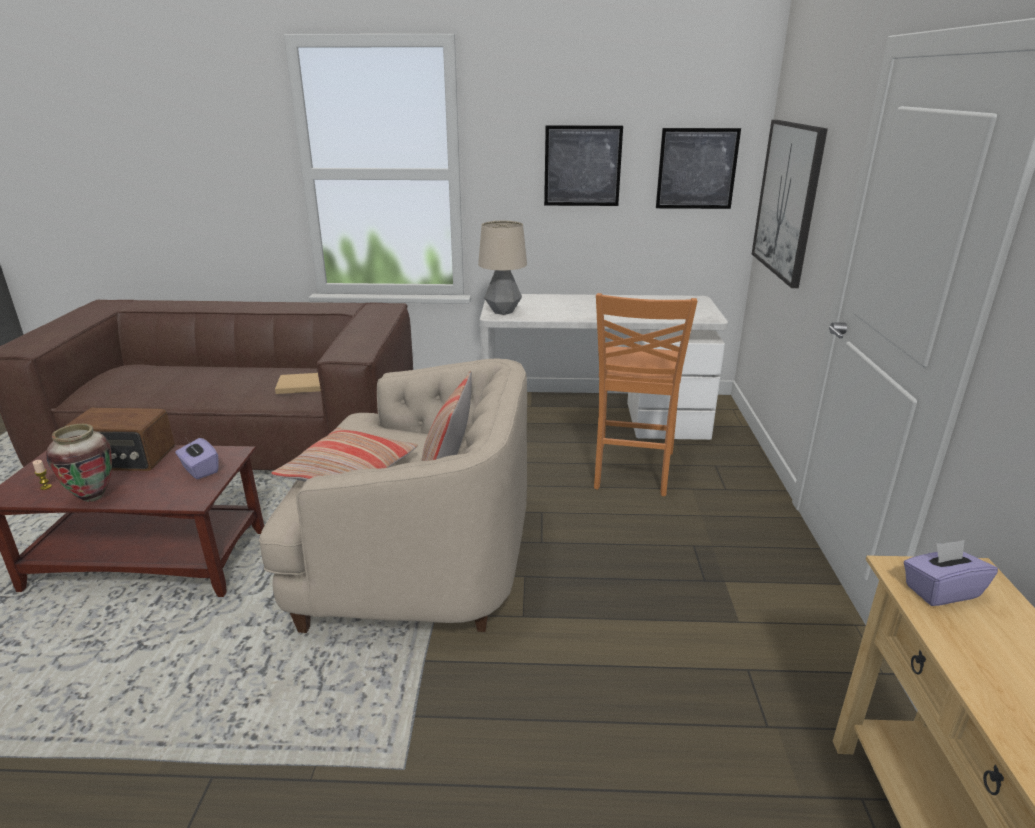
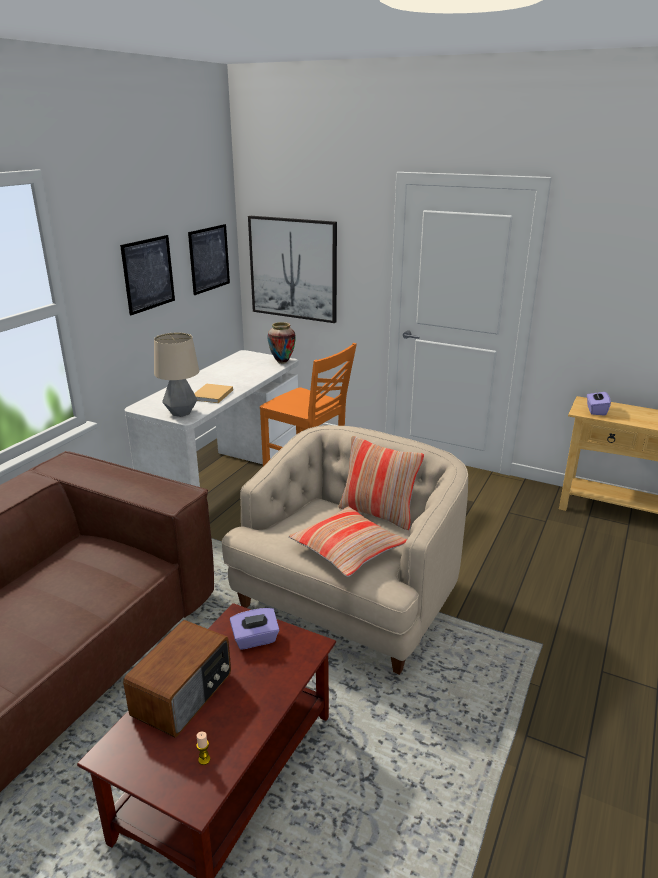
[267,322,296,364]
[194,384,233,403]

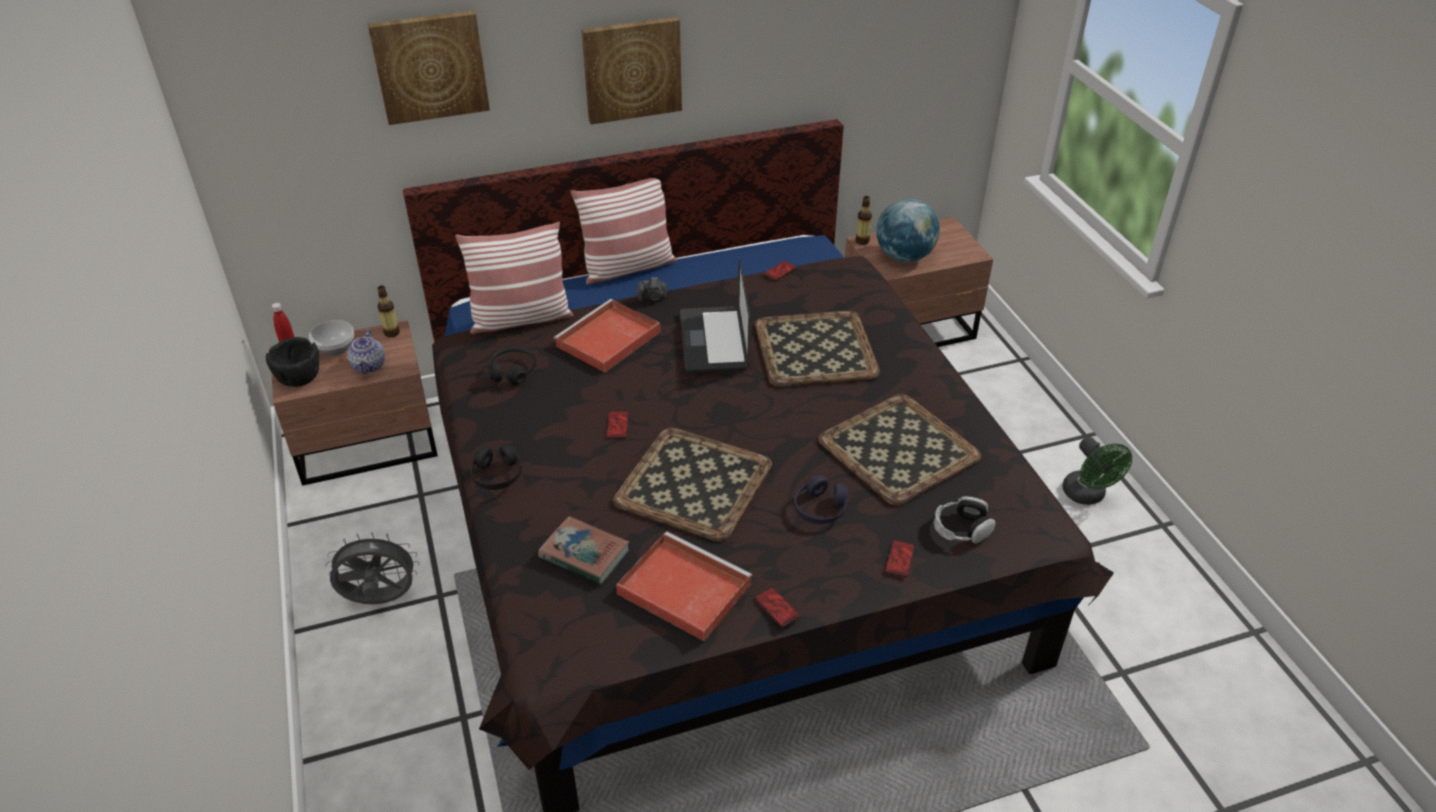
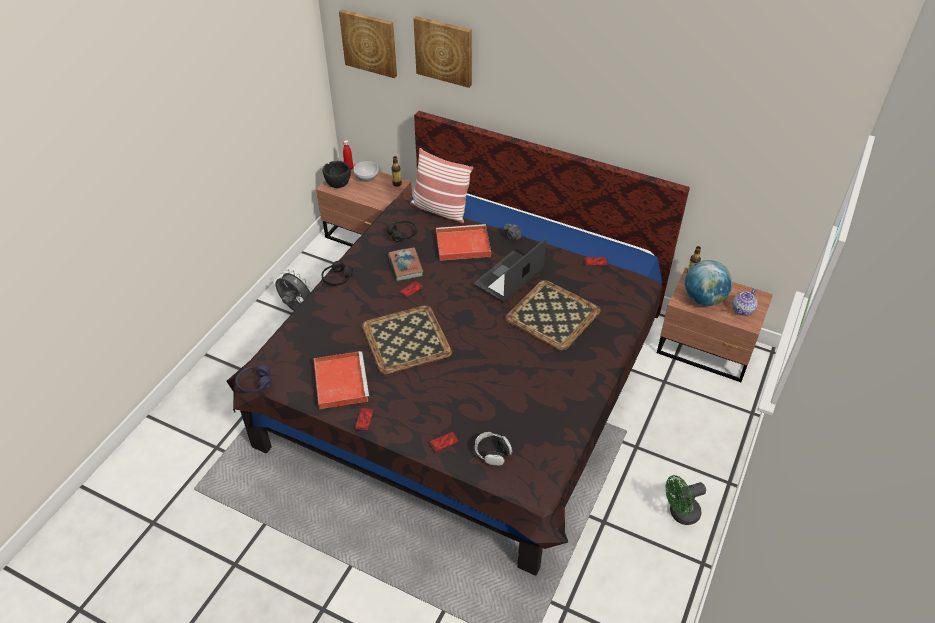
[571,178,677,285] (first image)
[818,394,981,506] (first image)
[732,289,758,316]
[388,247,423,281]
[339,9,397,78]
[235,365,272,393]
[666,475,706,525]

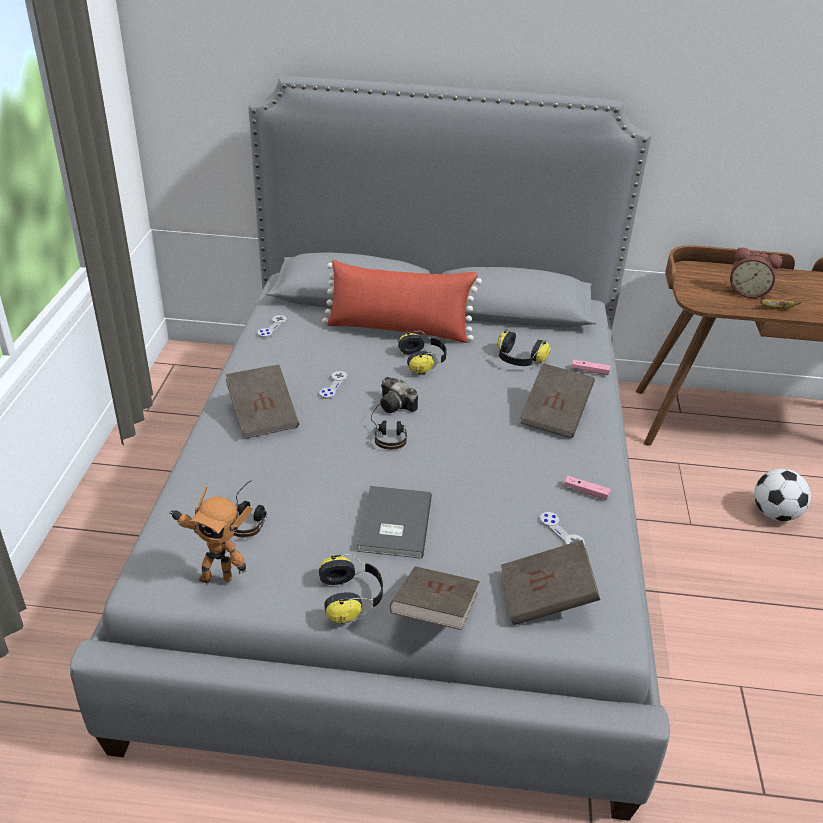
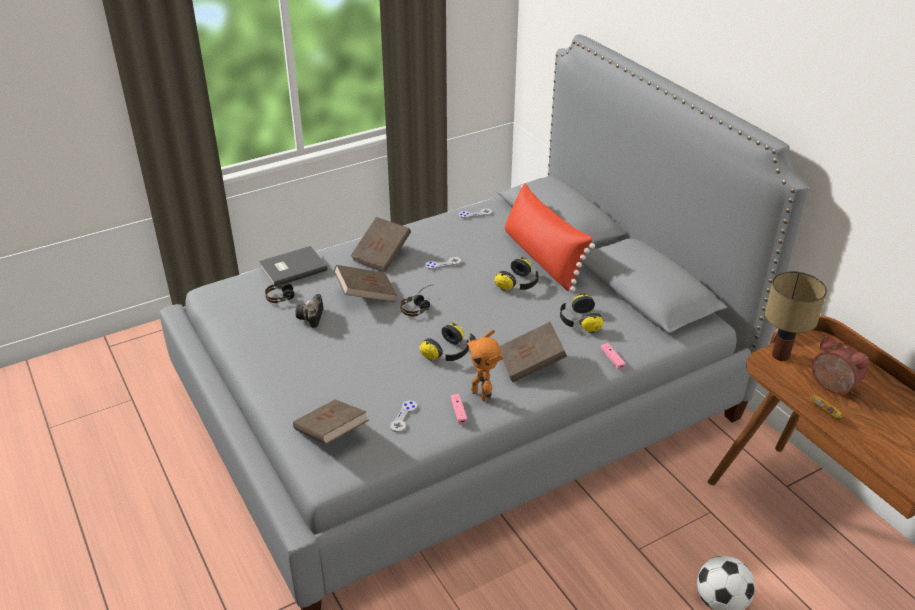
[765,271,827,361]
[467,330,503,401]
[420,323,469,363]
[259,246,328,287]
[295,294,323,328]
[334,265,397,302]
[812,336,869,394]

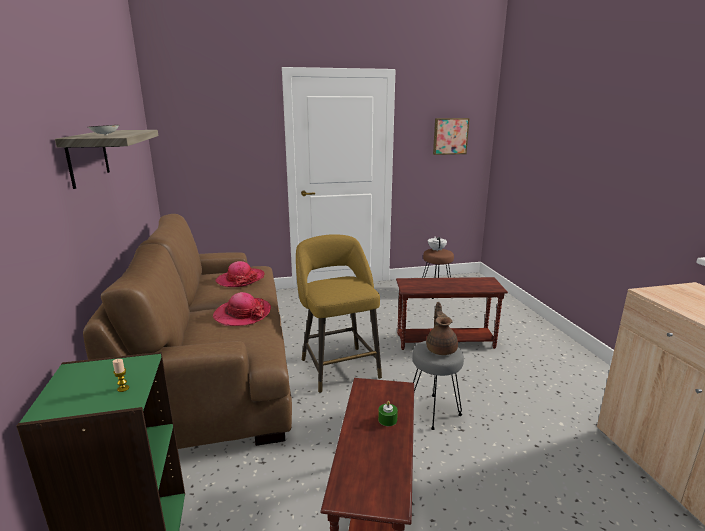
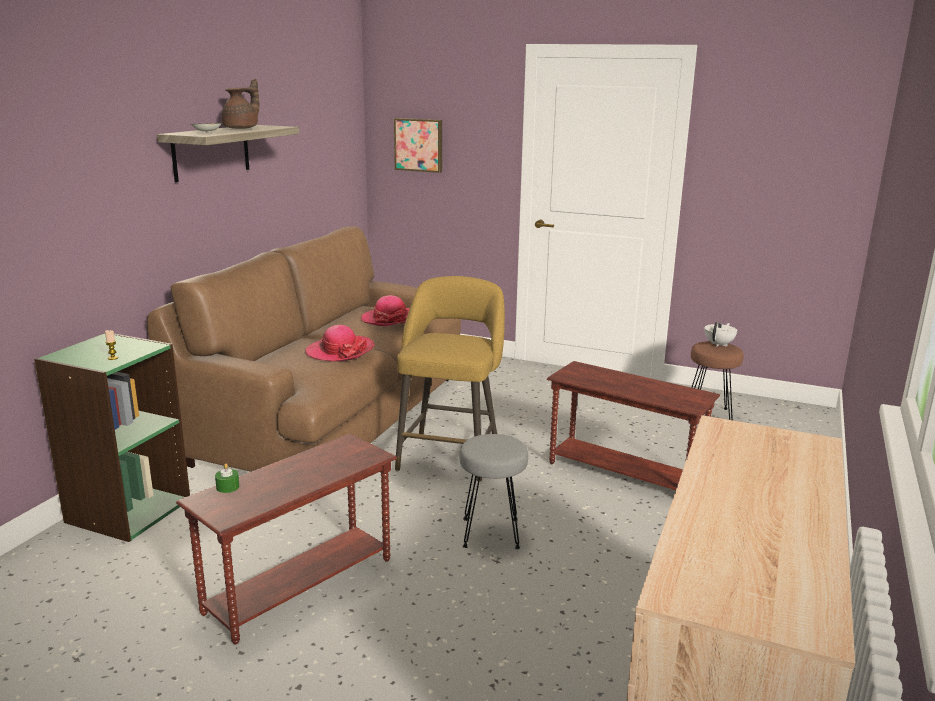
[215,463,239,493]
[222,79,259,129]
[394,118,442,173]

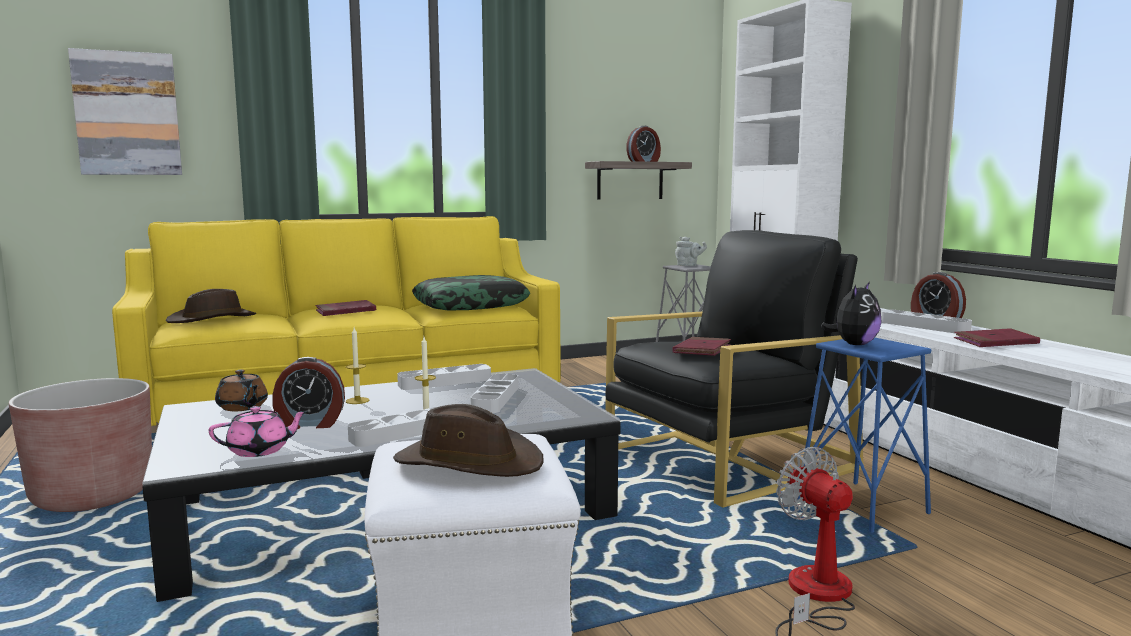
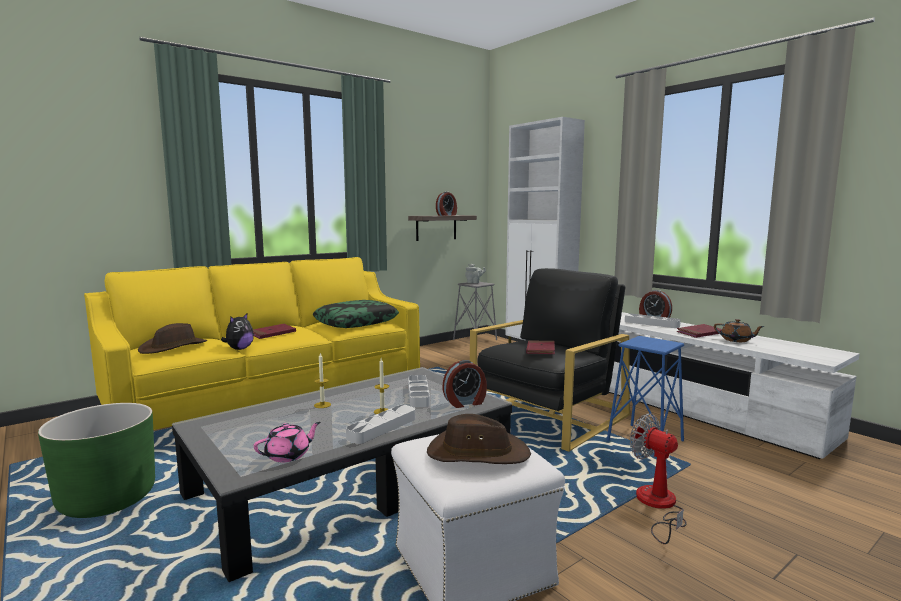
[68,48,182,175] (first image)
[397,364,491,390] (first image)
[714,319,765,342]
[443,360,487,408]
[221,312,254,350]
[38,403,155,518]

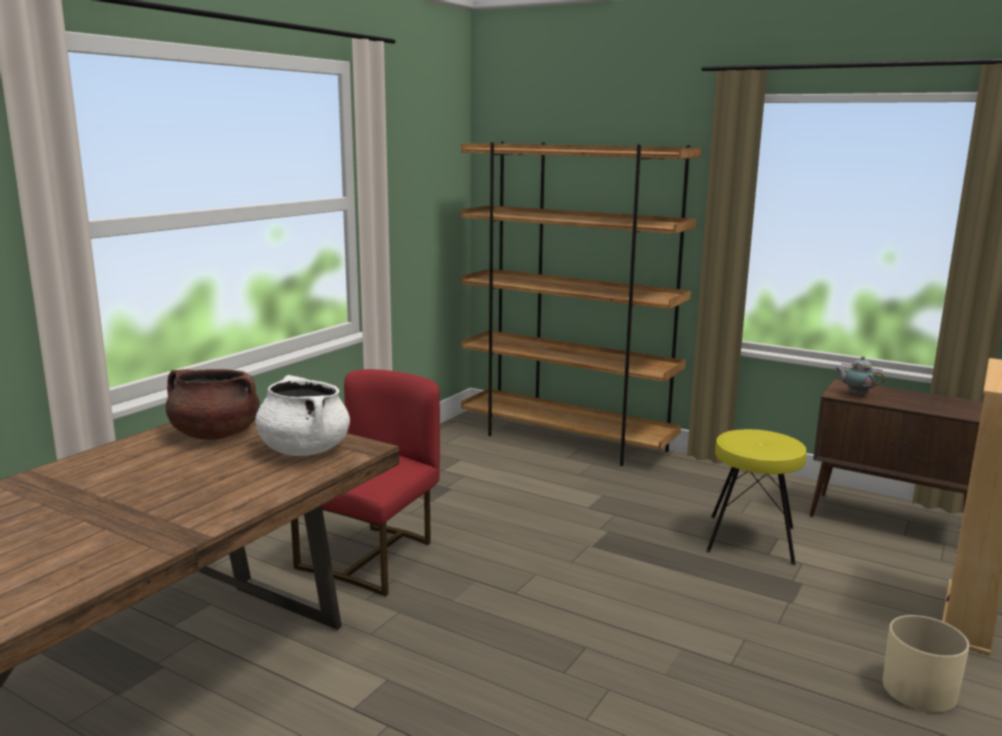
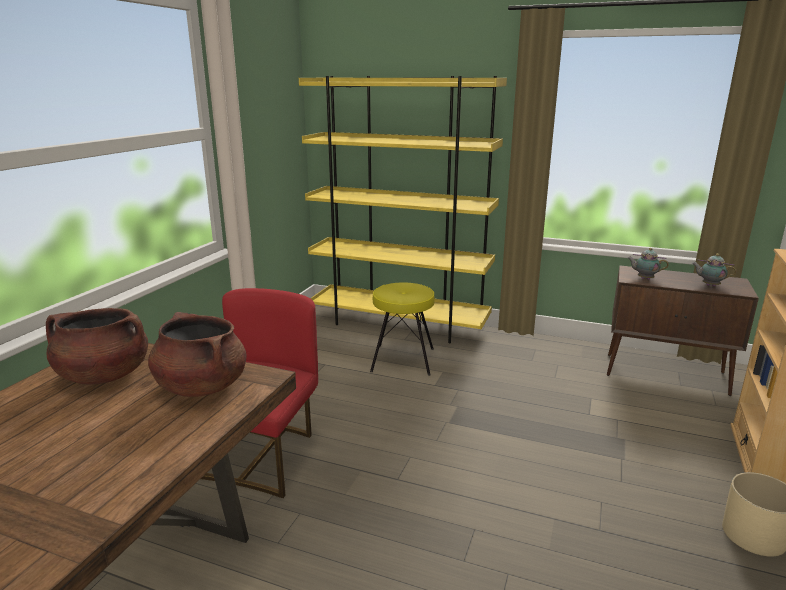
[692,254,736,286]
[370,282,435,376]
[148,312,247,397]
[299,76,507,343]

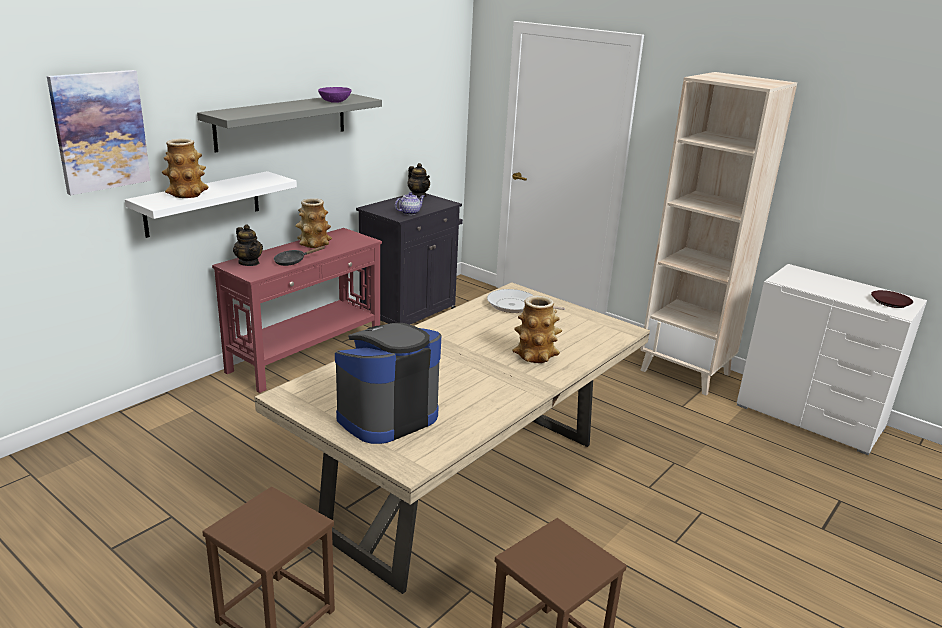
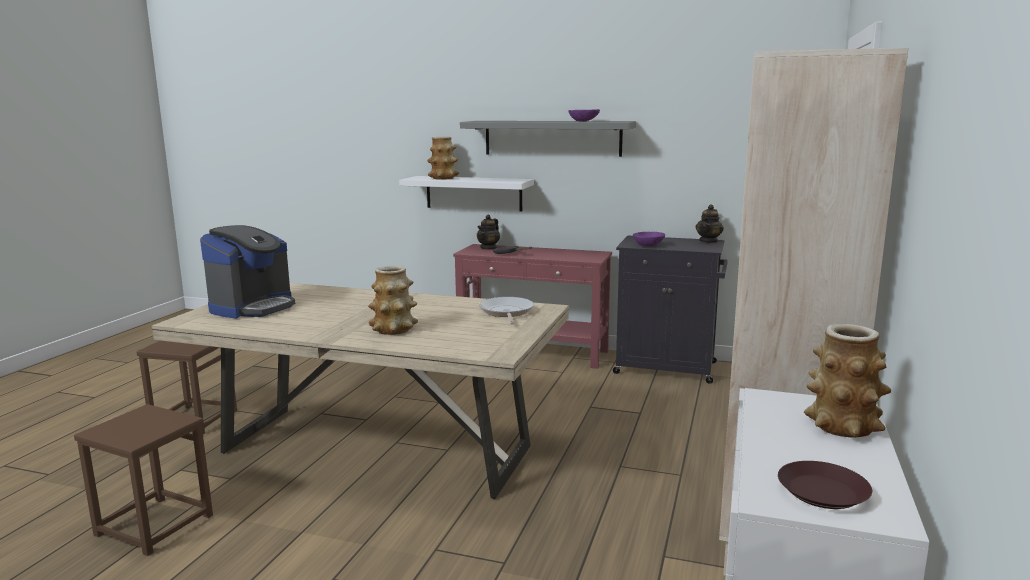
[47,70,151,195] (first image)
[804,324,891,438]
[633,232,665,247]
[200,225,295,319]

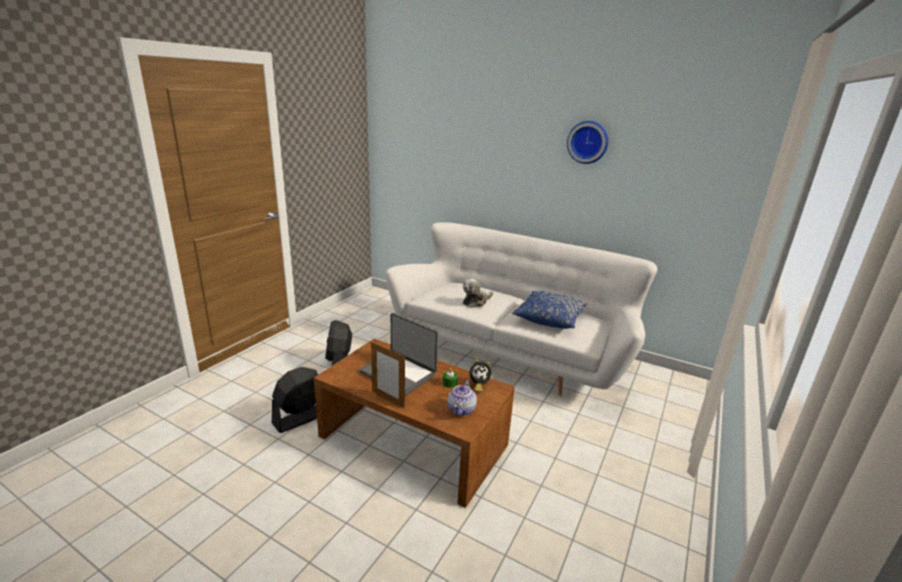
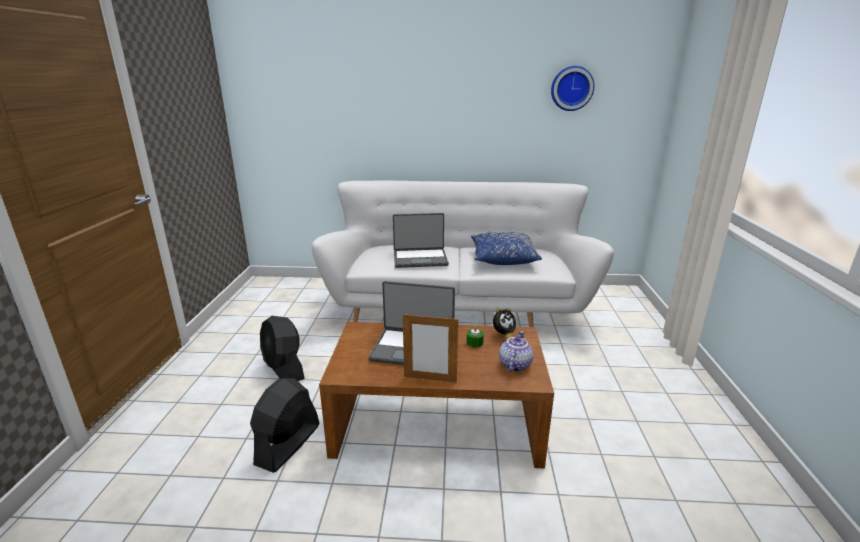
[551,66,594,111]
[393,213,449,268]
[499,331,533,372]

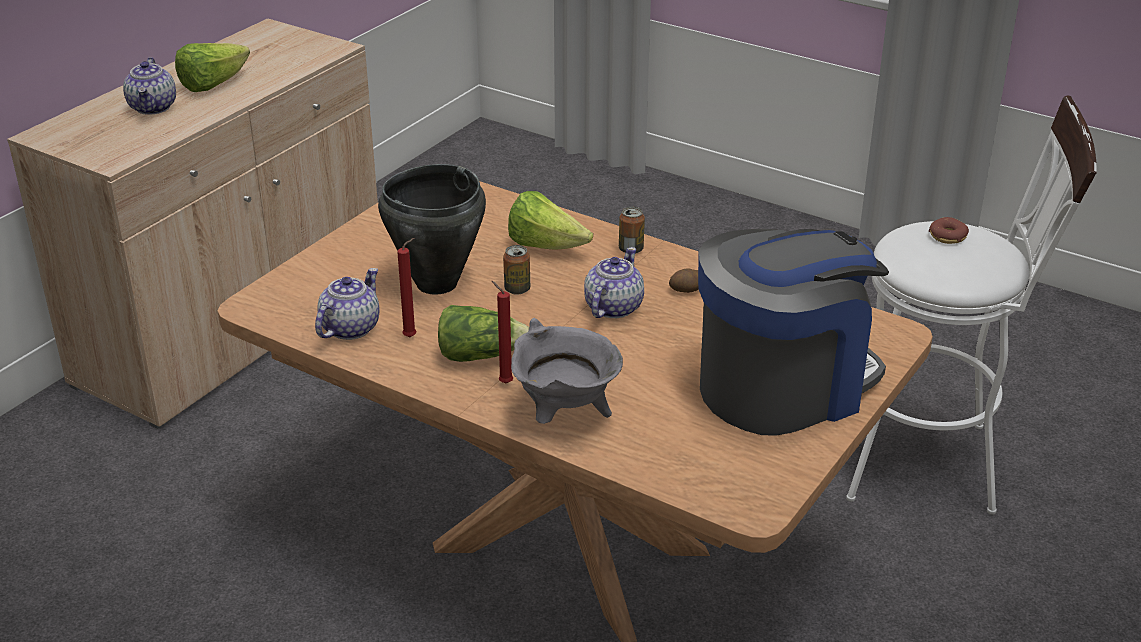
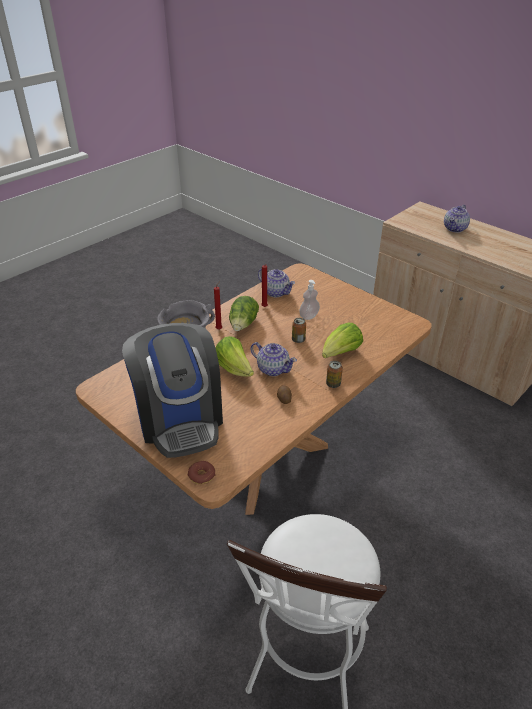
[216,336,254,377]
[188,461,215,484]
[299,280,320,320]
[444,205,470,233]

